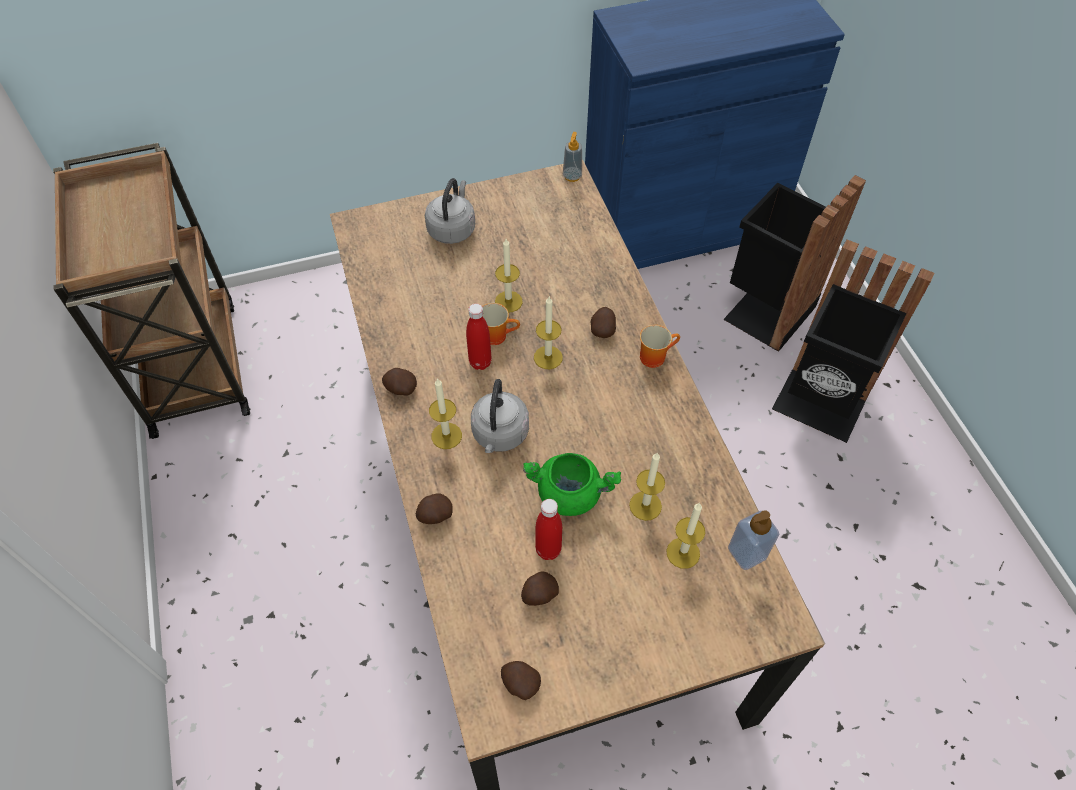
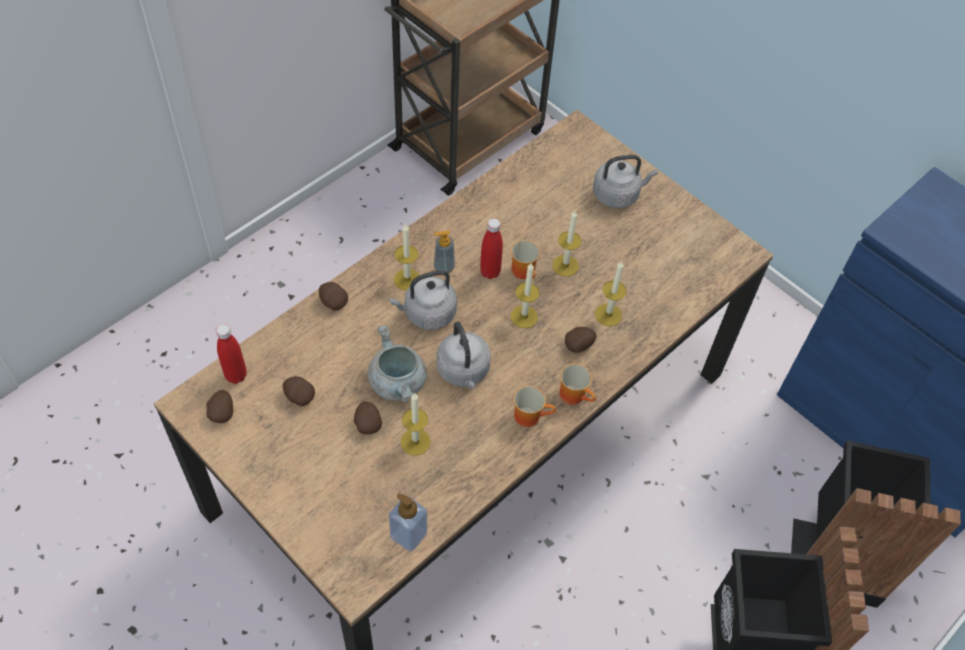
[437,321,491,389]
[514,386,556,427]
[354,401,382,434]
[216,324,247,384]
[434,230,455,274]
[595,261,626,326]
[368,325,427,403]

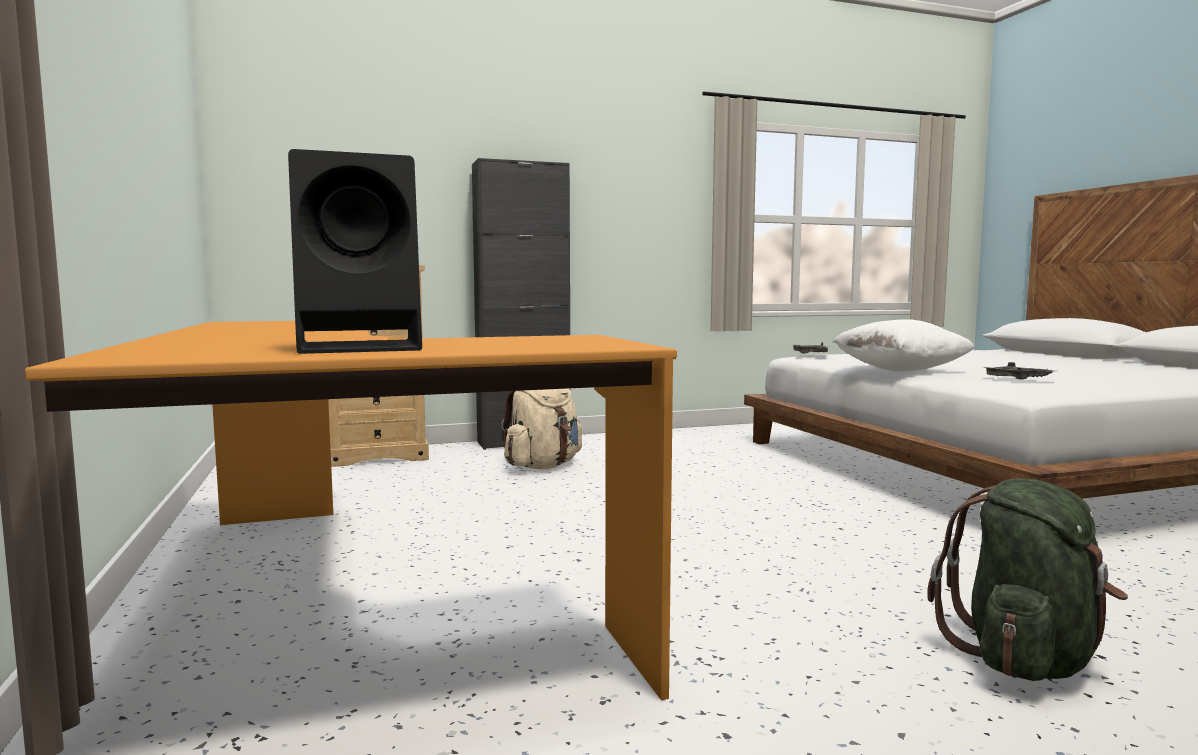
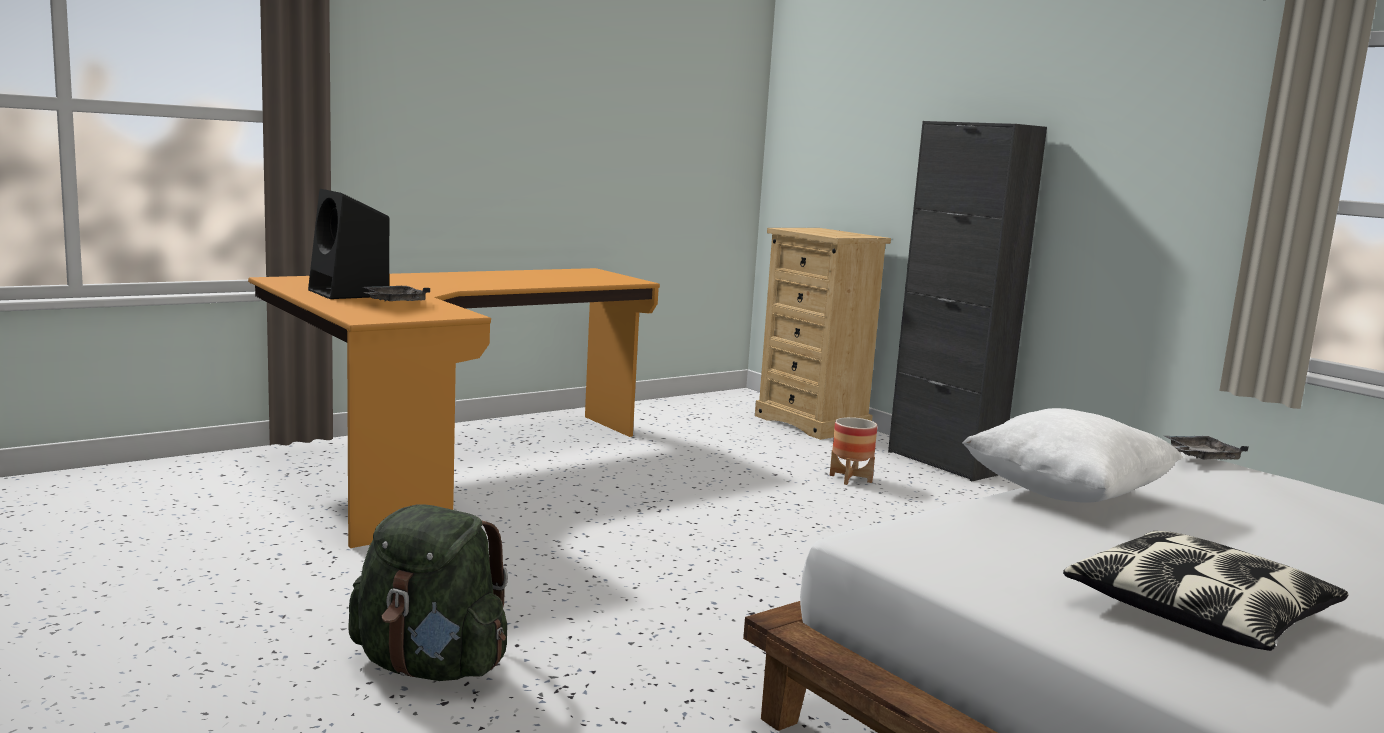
[1063,531,1348,651]
[363,286,430,301]
[830,417,877,485]

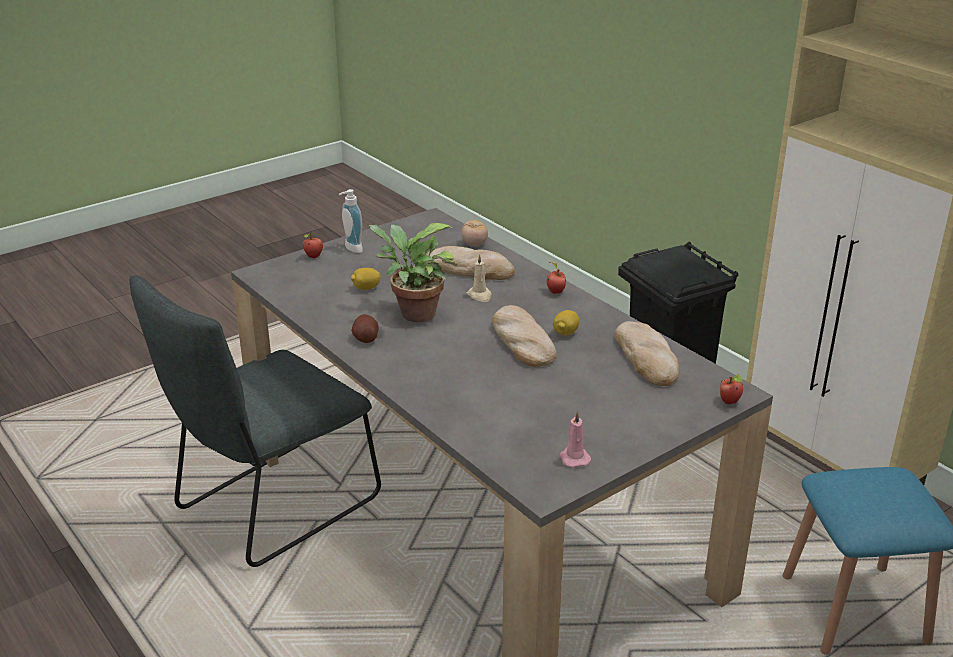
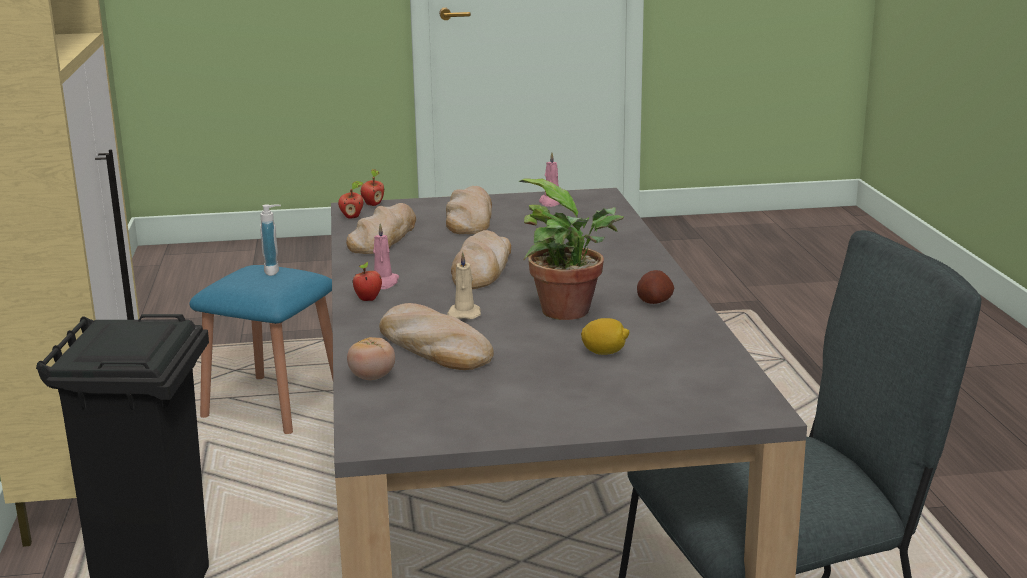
[553,310,579,336] (first image)
[373,223,399,289]
[446,186,492,234]
[338,181,363,219]
[260,204,281,276]

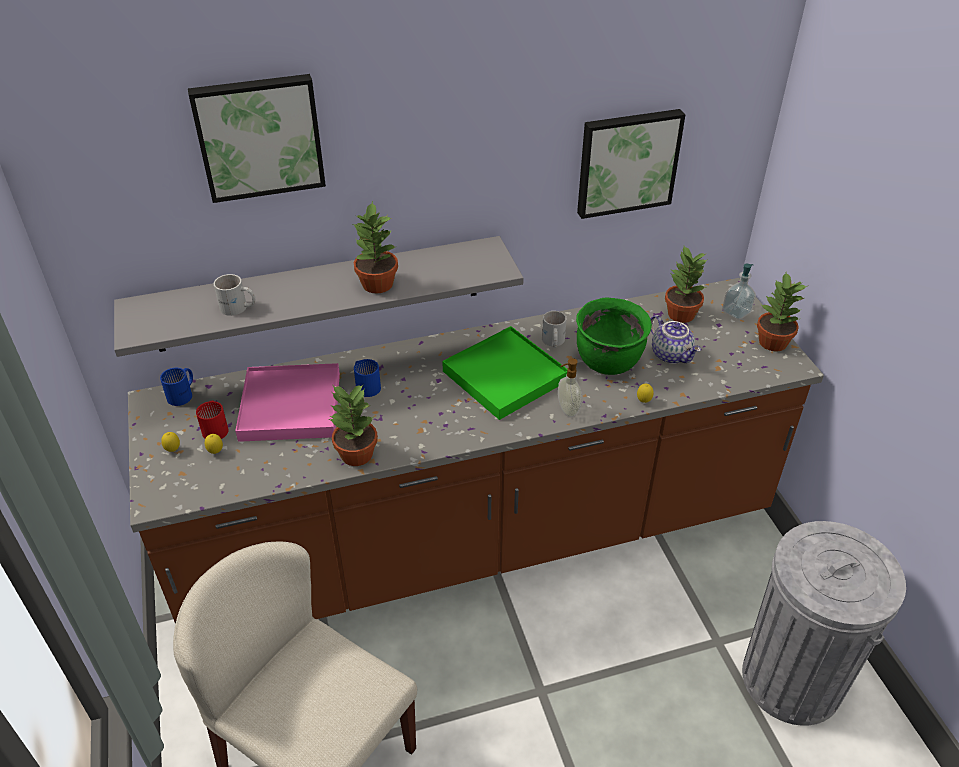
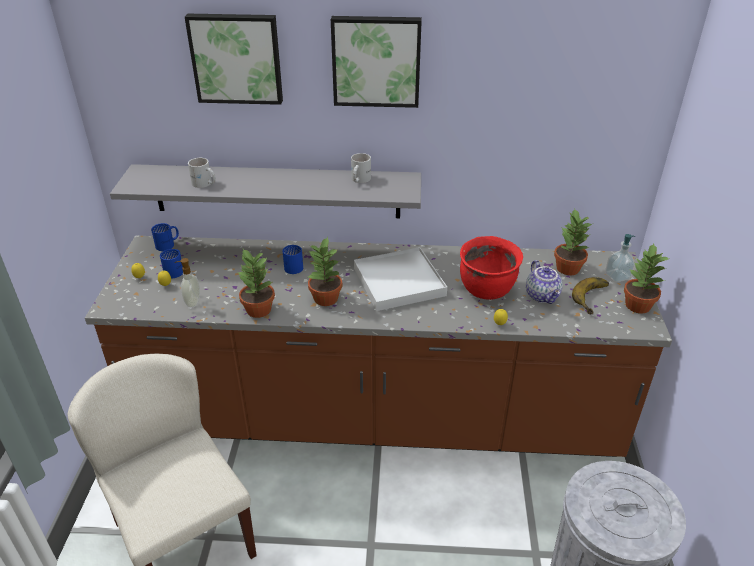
[235,363,340,442] (first image)
[572,277,609,314]
[308,237,342,306]
[351,153,371,183]
[175,258,200,308]
[331,16,422,108]
[160,249,183,278]
[354,247,447,311]
[460,236,523,300]

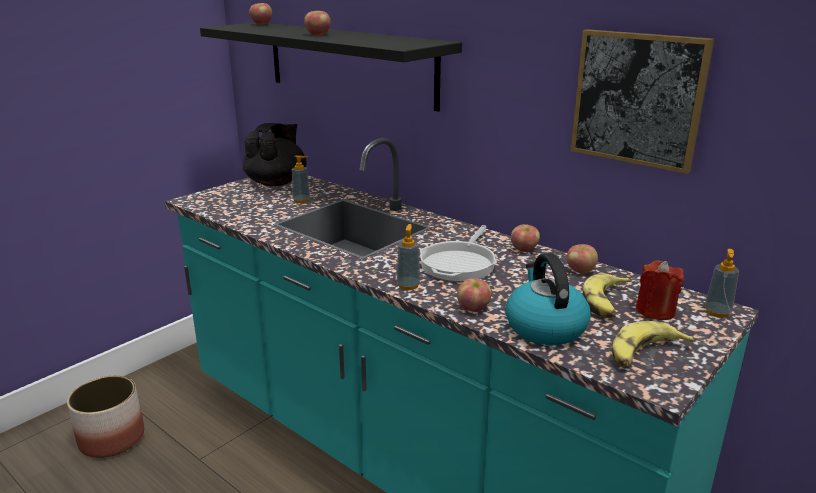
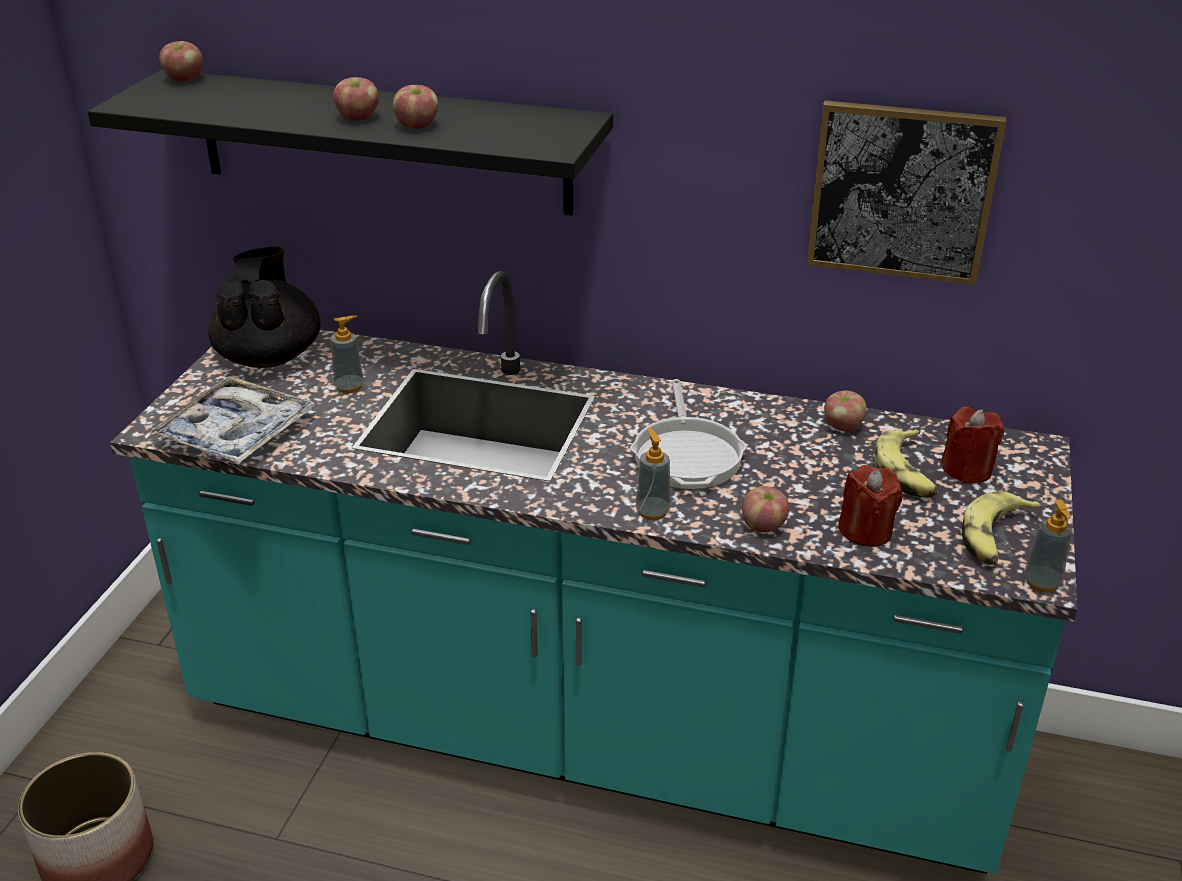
[149,376,314,463]
[393,85,438,129]
[1024,499,1073,592]
[838,465,902,547]

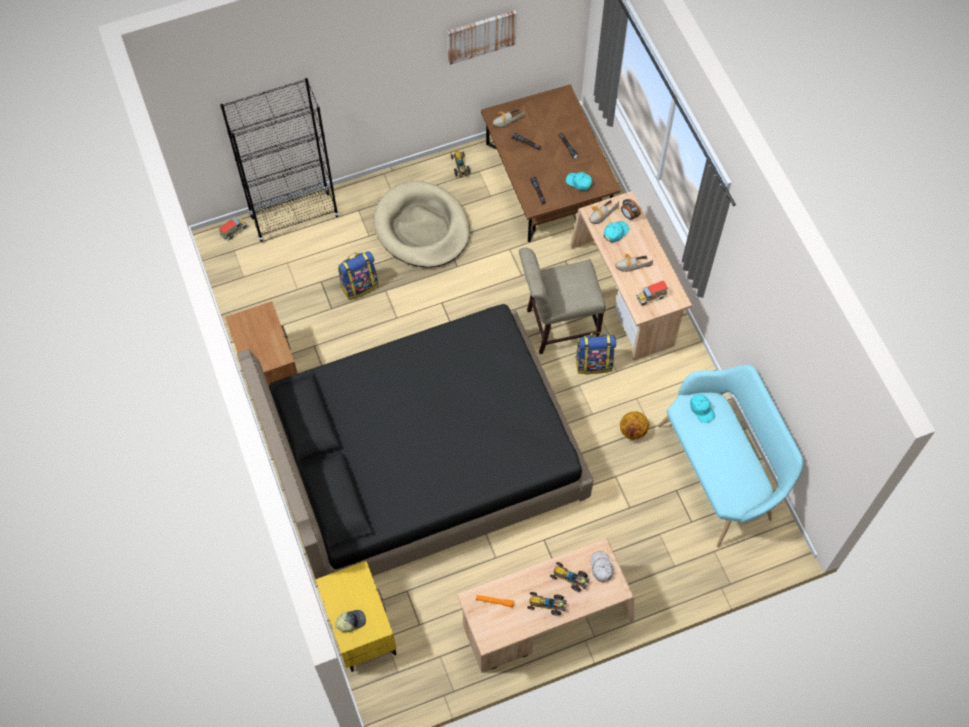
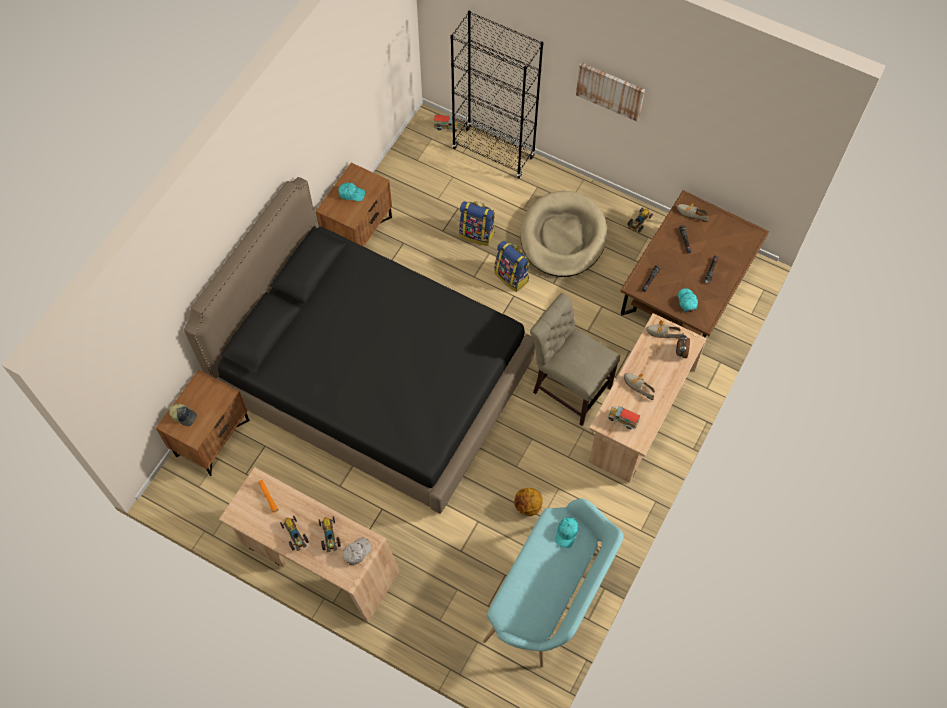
[576,62,645,121]
[494,241,530,292]
[338,183,365,201]
[156,369,250,476]

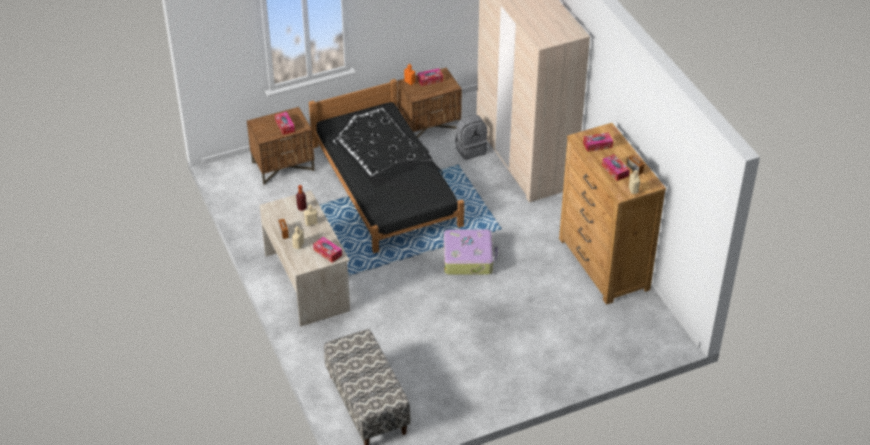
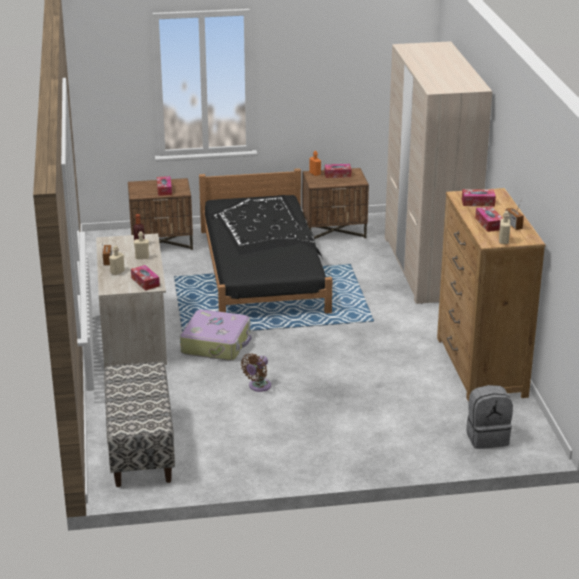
[241,353,271,392]
[180,309,252,361]
[466,385,513,449]

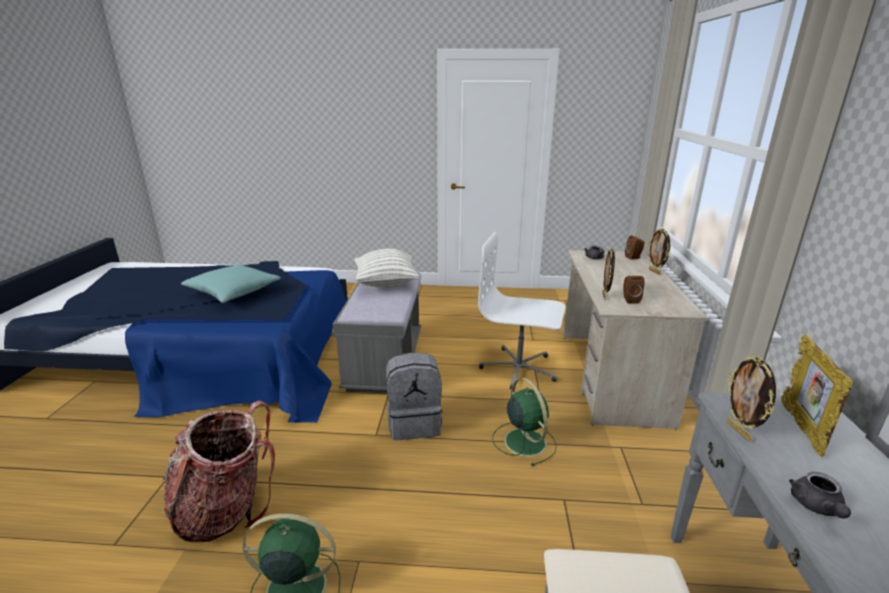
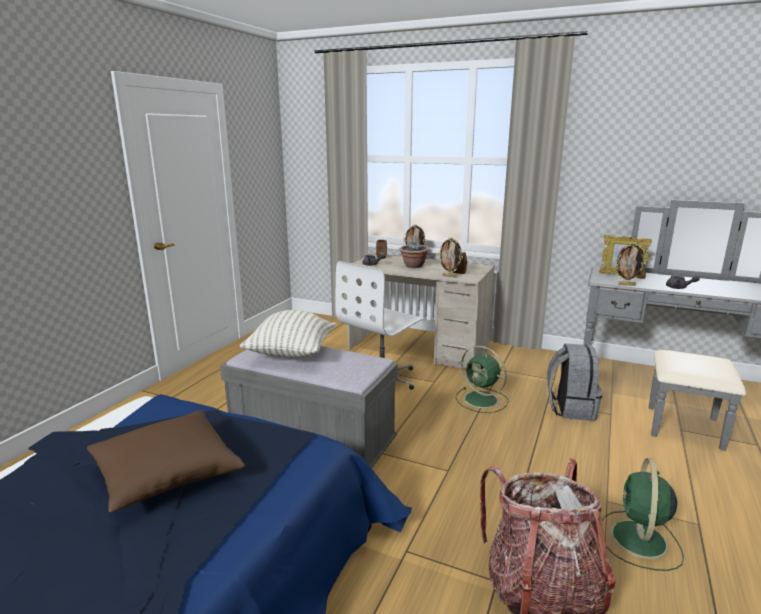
[399,242,430,268]
[547,343,602,421]
[87,410,245,512]
[456,346,509,413]

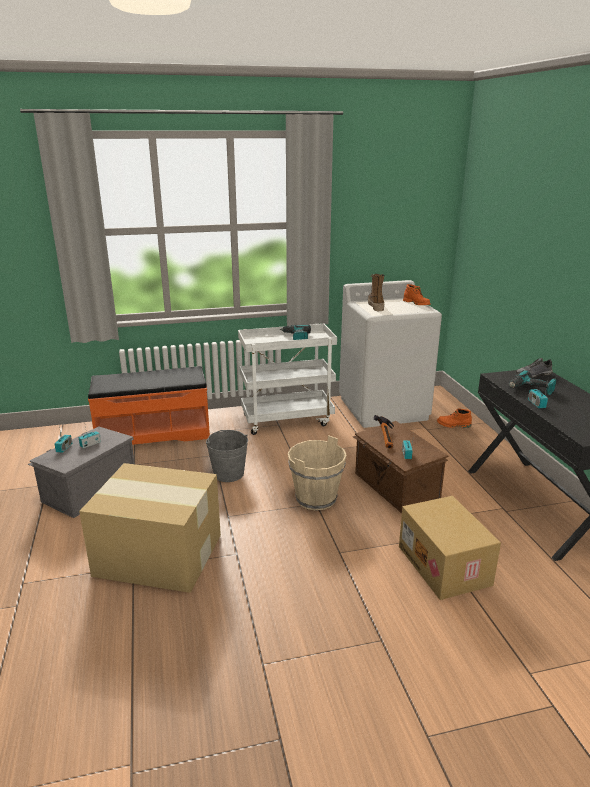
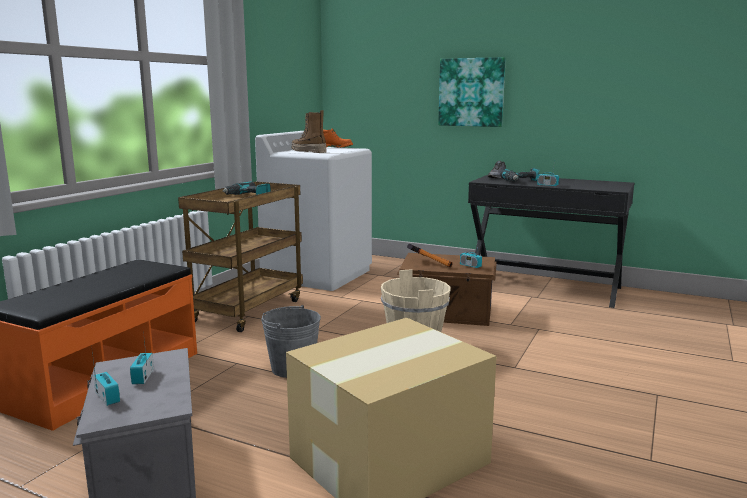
[399,496,501,600] (first image)
[437,408,472,428] (first image)
[438,57,506,127]
[178,181,303,332]

